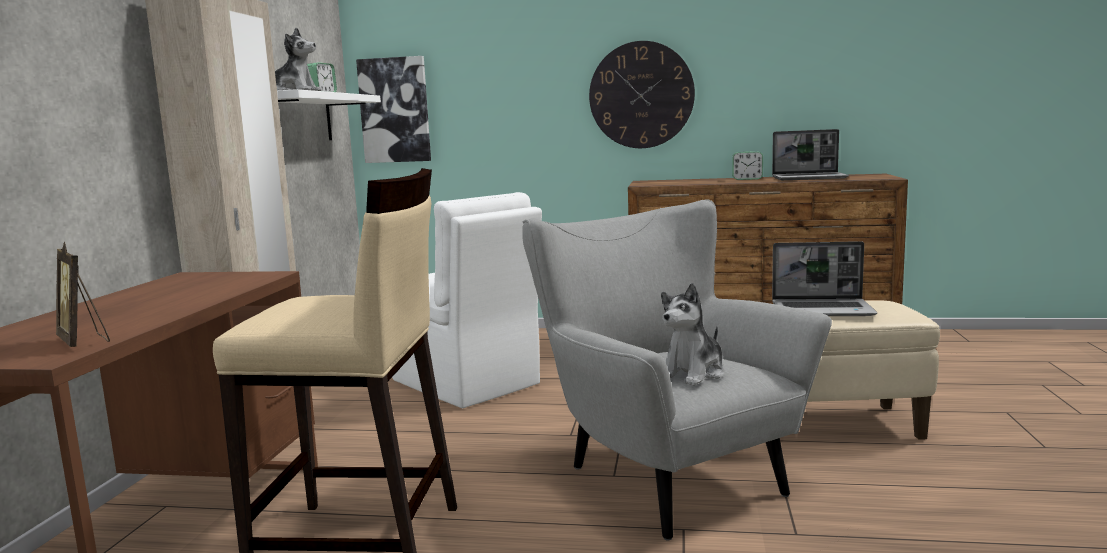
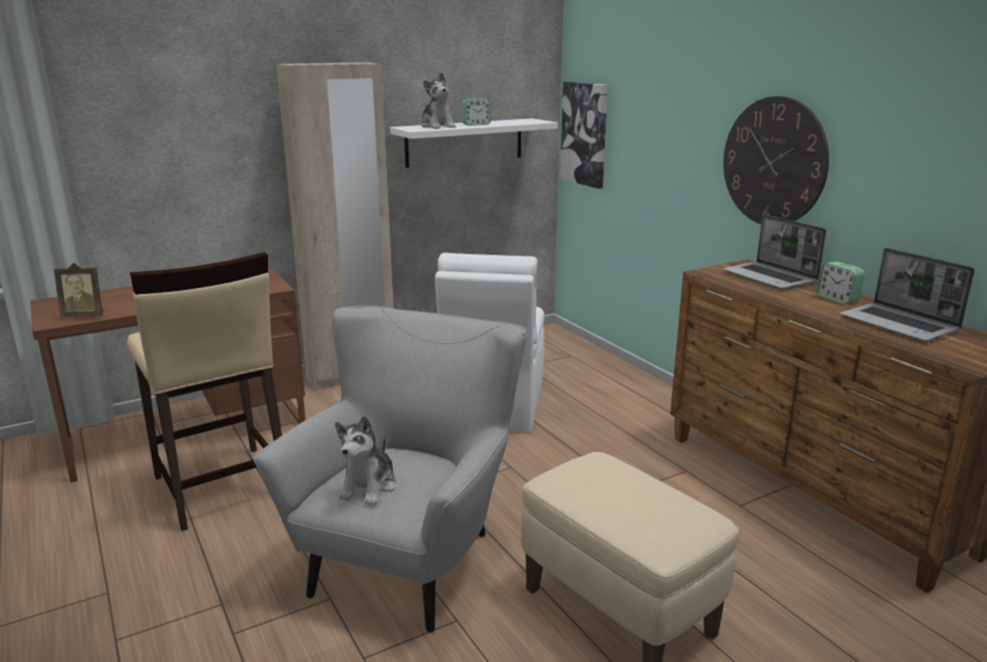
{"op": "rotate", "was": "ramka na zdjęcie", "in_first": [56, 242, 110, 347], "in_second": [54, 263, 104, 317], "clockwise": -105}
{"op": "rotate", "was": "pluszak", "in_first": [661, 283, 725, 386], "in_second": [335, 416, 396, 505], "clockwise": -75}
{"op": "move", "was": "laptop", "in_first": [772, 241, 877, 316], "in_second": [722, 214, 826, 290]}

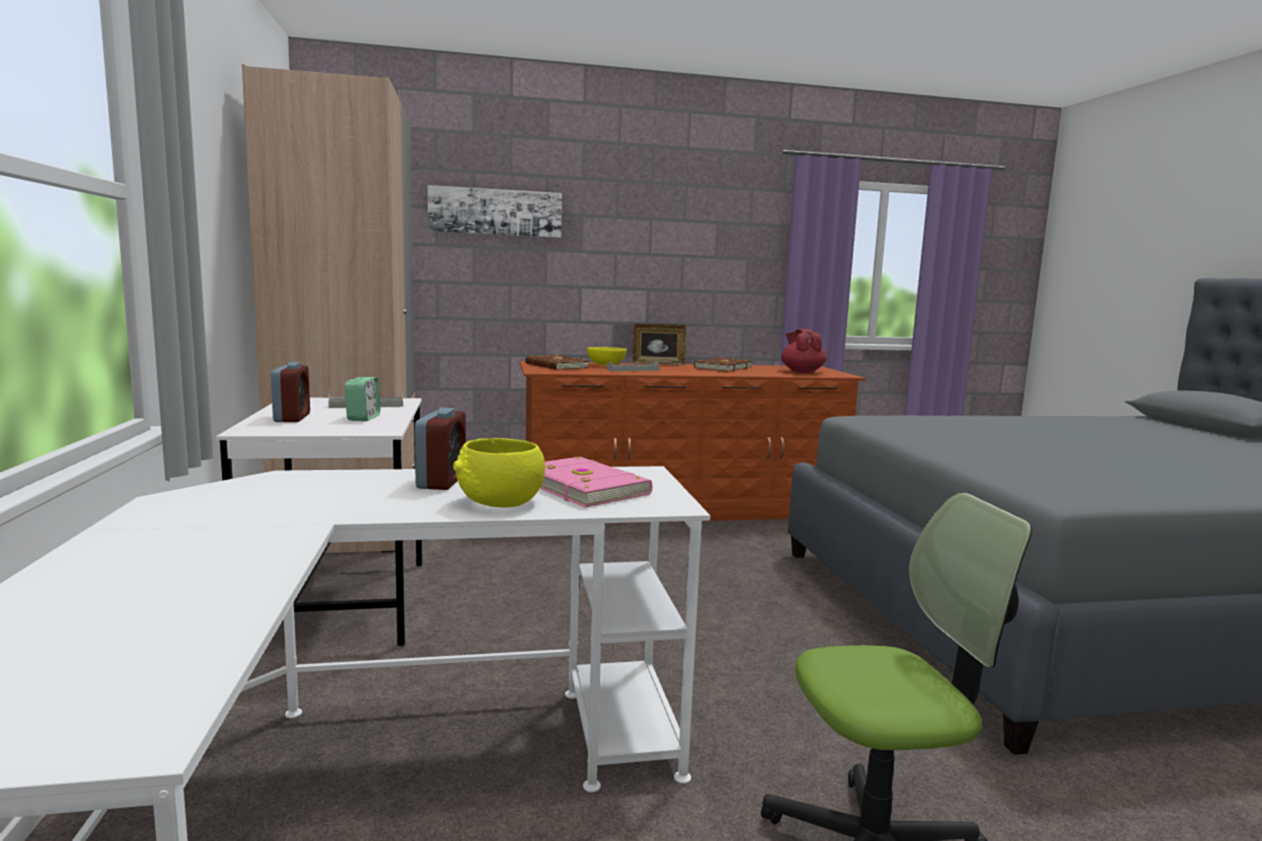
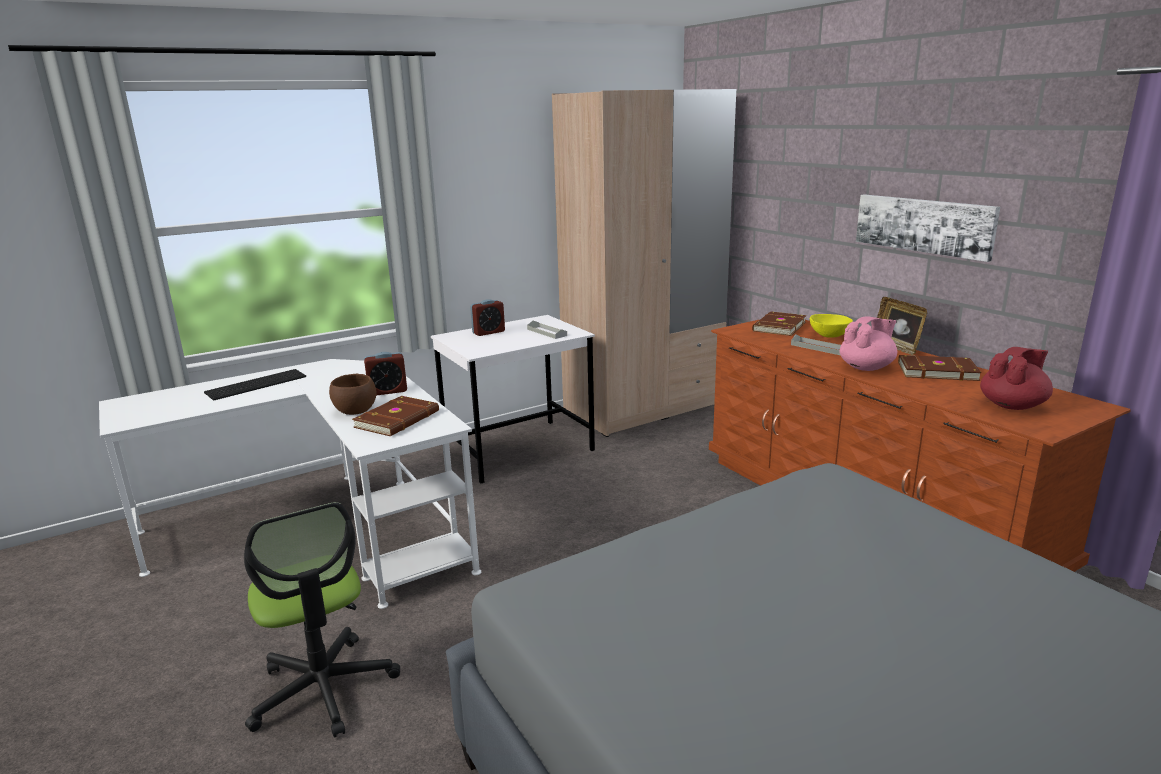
{"op": "delete", "was": "budzik", "in_first": [345, 377, 380, 421]}
{"op": "move", "was": "obraz", "in_first": [428, 185, 562, 238], "in_second": [856, 194, 1000, 262]}
{"op": "recolor", "was": "miska [żółty]", "now": "miska [brązowy]", "in_first": [453, 438, 545, 507], "in_second": [329, 374, 376, 415]}
{"op": "recolor", "was": "książka [różowy]", "now": "książka [brązowy]", "in_first": [540, 457, 652, 507], "in_second": [352, 396, 439, 436]}
{"op": "insert", "now": "klawiatura", "in_second": [204, 369, 306, 400]}
{"op": "insert", "now": "imbryk [różowy]", "in_second": [840, 316, 897, 371]}

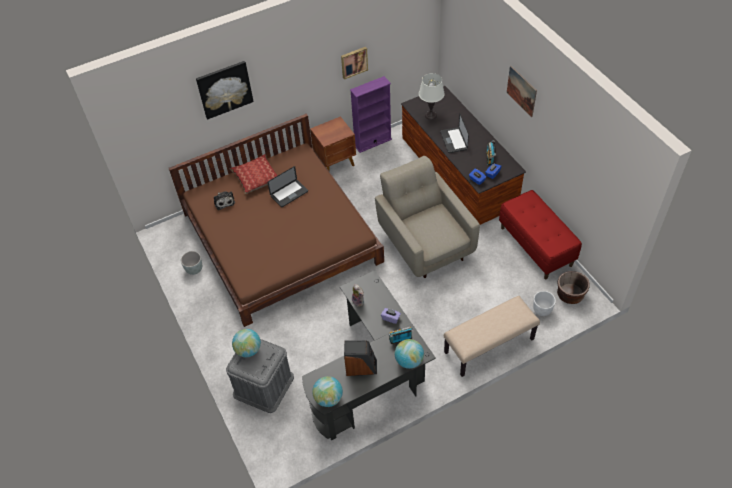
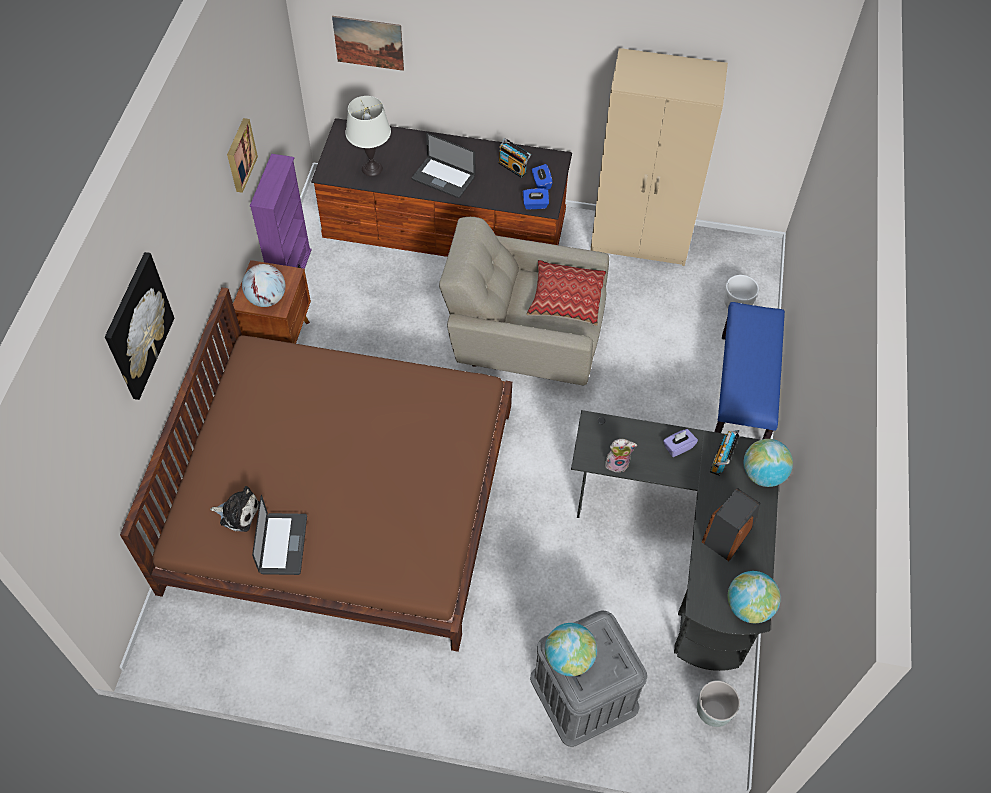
{"op": "move", "was": "donica [szary]", "in_first": [181, 251, 202, 275], "in_second": [697, 680, 740, 727]}
{"op": "move", "was": "poduszka", "in_first": [230, 154, 278, 194], "in_second": [526, 260, 606, 326]}
{"op": "move", "was": "laptop", "in_first": [267, 166, 308, 207], "in_second": [252, 495, 307, 575]}
{"op": "recolor", "was": "ławka [beżowy]", "now": "ławka [niebieski]", "in_first": [444, 296, 540, 377], "in_second": [714, 302, 785, 439]}
{"op": "replace", "was": "ławka [czerwony]", "now": "szafa [beżowy]", "in_first": [499, 190, 582, 280], "in_second": [591, 48, 728, 266]}
{"op": "move", "was": "obraz", "in_first": [507, 66, 537, 117], "in_second": [332, 16, 404, 71]}
{"op": "delete", "was": "donica [brązowy]", "in_first": [557, 271, 590, 304]}
{"op": "insert", "now": "globus", "in_second": [242, 264, 285, 307]}

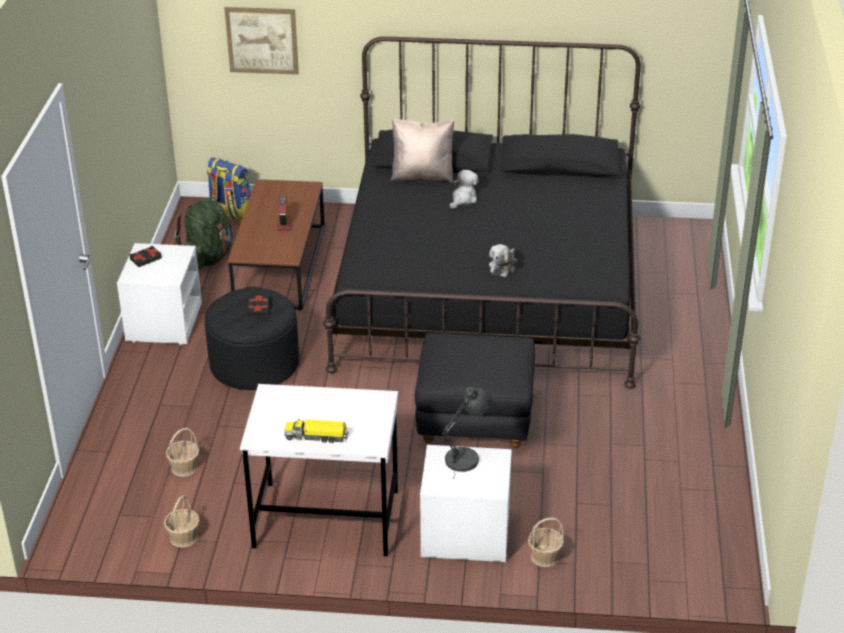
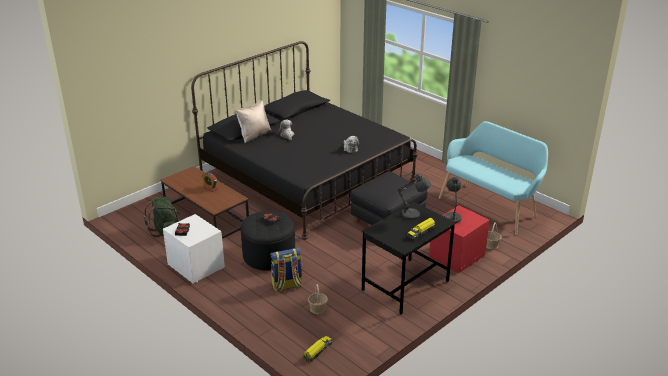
{"op": "delete", "was": "koszyk", "in_first": [164, 496, 200, 548]}
{"op": "move", "was": "plecak", "in_first": [207, 157, 251, 222], "in_second": [270, 248, 303, 291]}
{"op": "delete", "was": "obraz", "in_first": [224, 7, 299, 75]}
{"op": "recolor", "was": "biurko [biały]", "now": "biurko [czarny]", "in_first": [240, 384, 398, 556], "in_second": [362, 202, 456, 314]}
{"op": "recolor", "was": "szafka nocna [biały]", "now": "szafka nocna [czerwony]", "in_first": [420, 445, 512, 562], "in_second": [429, 205, 490, 273]}
{"op": "insert", "now": "ciężarówka zabawkowa", "in_second": [303, 336, 332, 362]}
{"op": "insert", "now": "lampa stołowa [szary]", "in_second": [397, 174, 431, 220]}
{"op": "insert", "now": "ławka [turkusowy]", "in_second": [439, 121, 548, 235]}

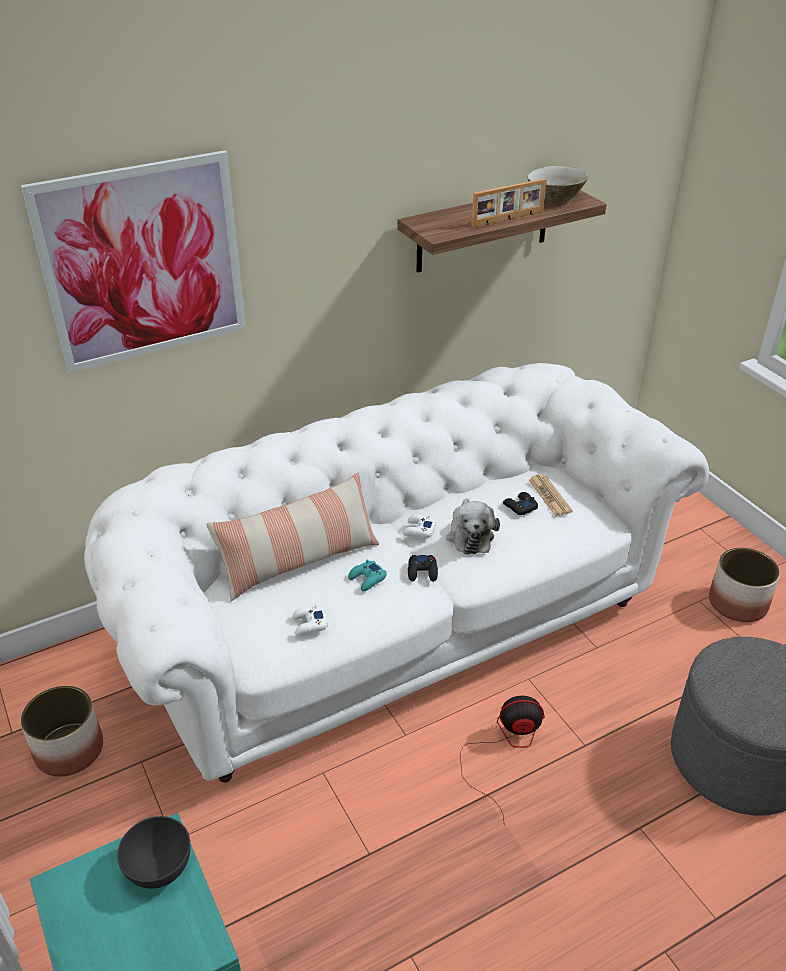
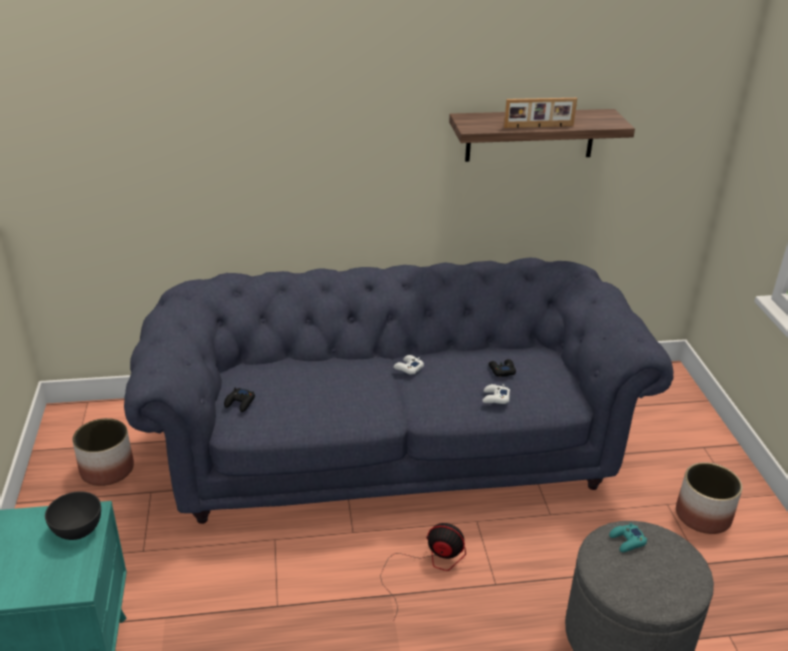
{"op": "delete", "was": "obraz", "in_first": [21, 150, 246, 373]}
{"op": "recolor", "was": "kanapa [biały]", "now": "kanapa [niebieski]", "in_first": [84, 363, 709, 783], "in_second": [124, 258, 673, 524]}
{"op": "delete", "was": "poduszka", "in_first": [206, 473, 379, 601]}
{"op": "move", "was": "pad do gier [biały]", "in_first": [292, 604, 328, 636], "in_second": [482, 384, 510, 404]}
{"op": "move", "was": "pad do gier [turkusowy]", "in_first": [348, 560, 387, 591], "in_second": [609, 523, 647, 552]}
{"op": "move", "was": "pad do gier [czarny]", "in_first": [408, 555, 438, 582], "in_second": [224, 388, 255, 412]}
{"op": "delete", "was": "pluszak", "in_first": [446, 499, 500, 554]}
{"op": "delete", "was": "miska [beżowy]", "in_first": [527, 166, 588, 203]}
{"op": "delete", "was": "gazeta", "in_first": [529, 474, 573, 517]}

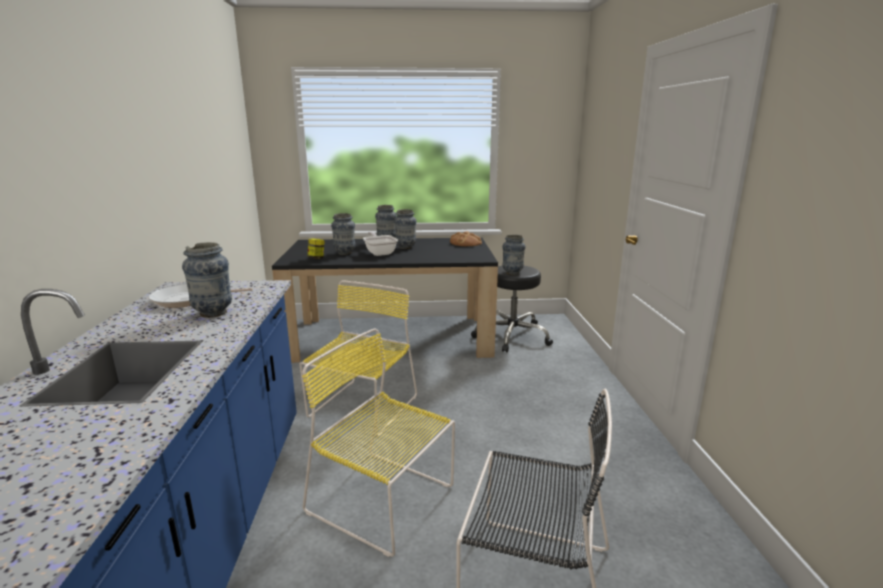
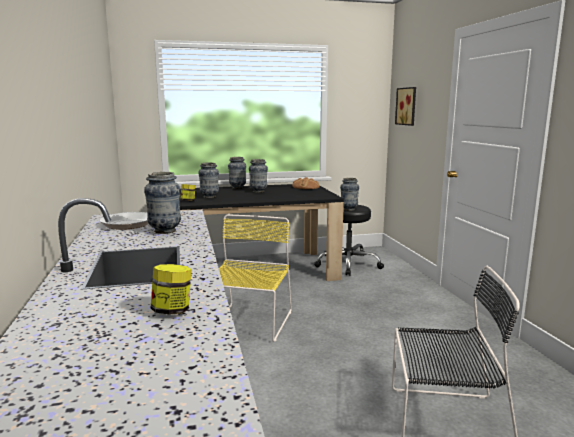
{"op": "delete", "was": "krzesło [żółty]", "in_first": [302, 328, 455, 557]}
{"op": "delete", "was": "patelnia", "in_first": [363, 231, 398, 256]}
{"op": "insert", "now": "słoik", "in_second": [151, 264, 192, 315]}
{"op": "insert", "now": "obraz", "in_second": [395, 87, 416, 126]}

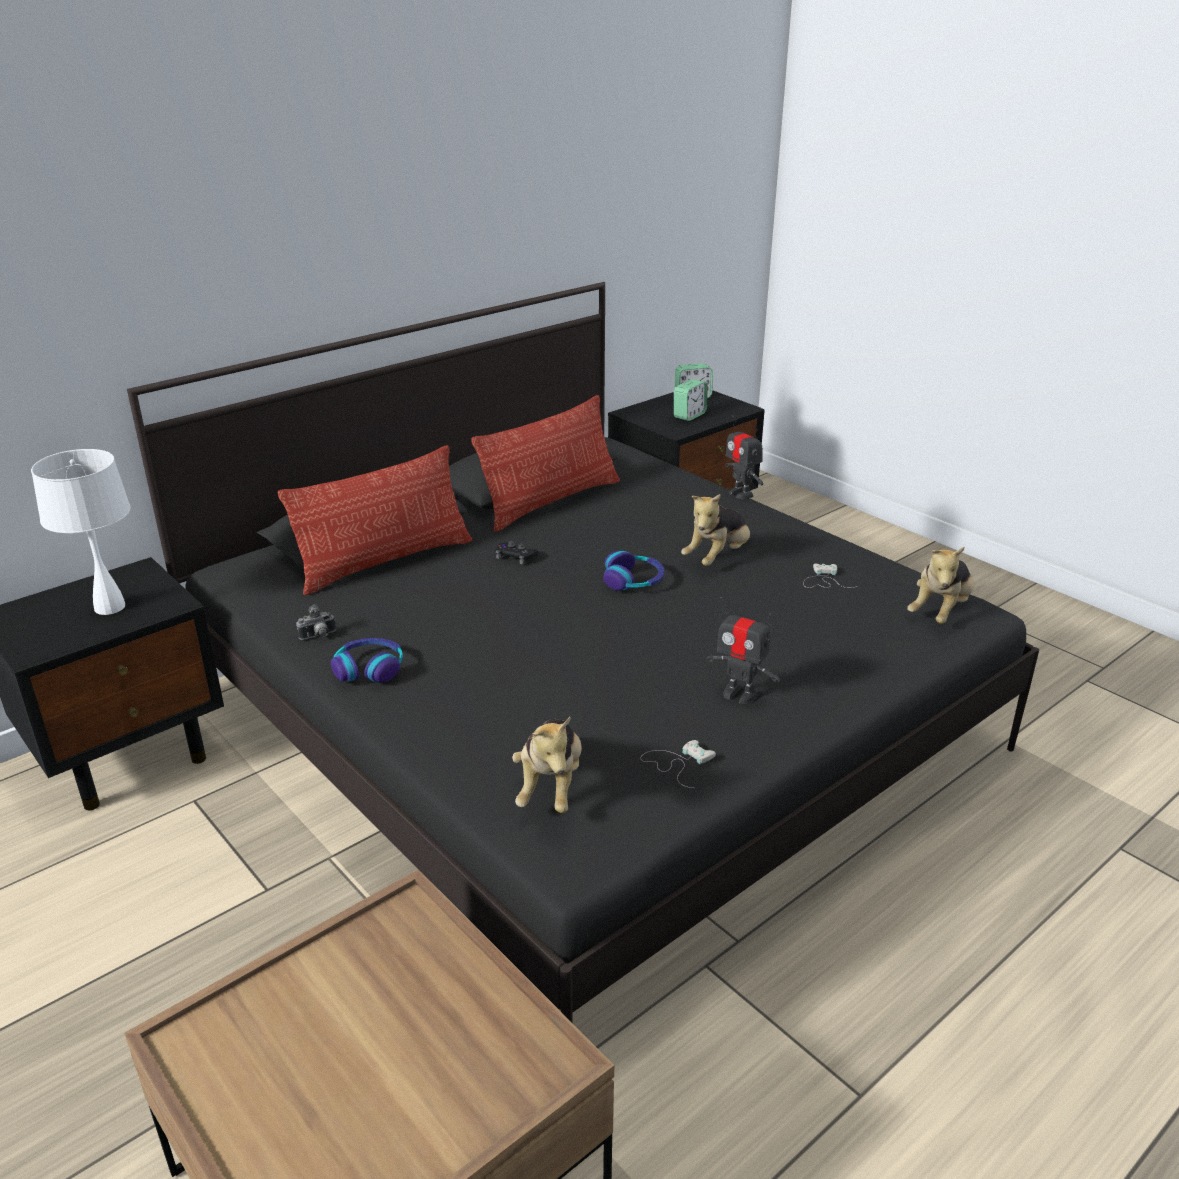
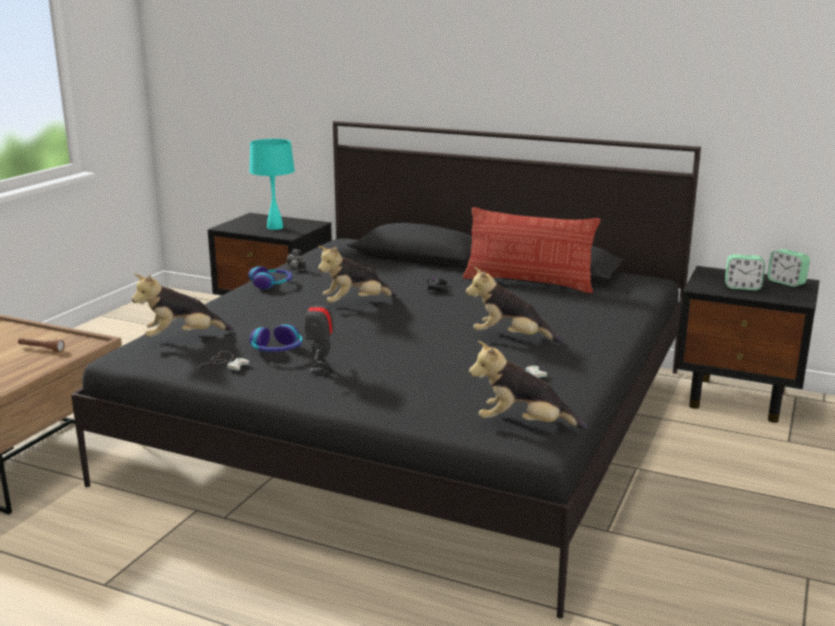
{"op": "recolor", "was": "lampa stołowa [biały]", "now": "lampa stołowa [turkusowy]", "in_first": [31, 449, 131, 615], "in_second": [249, 139, 295, 230]}
{"op": "delete", "was": "poduszka", "in_first": [278, 445, 472, 595]}
{"op": "move", "was": "słuchawki", "in_first": [603, 551, 664, 591], "in_second": [249, 324, 302, 352]}
{"op": "delete", "was": "robot zabawkowy", "in_first": [725, 415, 763, 499]}
{"op": "insert", "now": "latarka [brązowy]", "in_second": [18, 338, 65, 352]}
{"op": "insert", "now": "pluszak", "in_second": [318, 245, 396, 303]}

